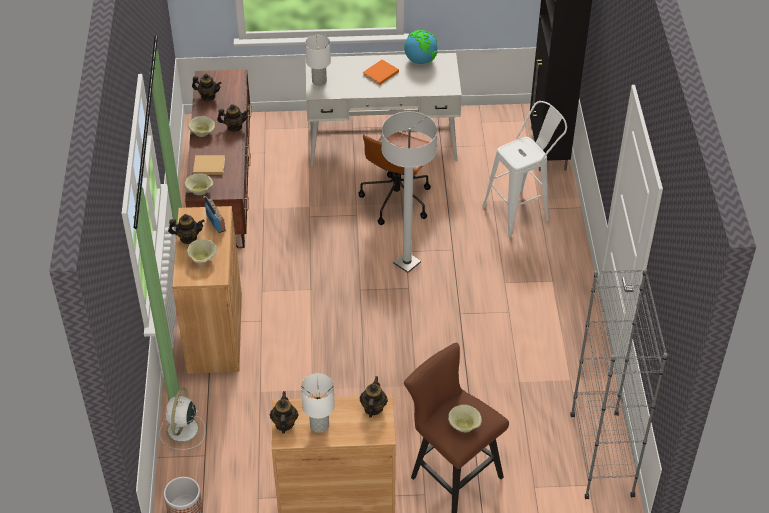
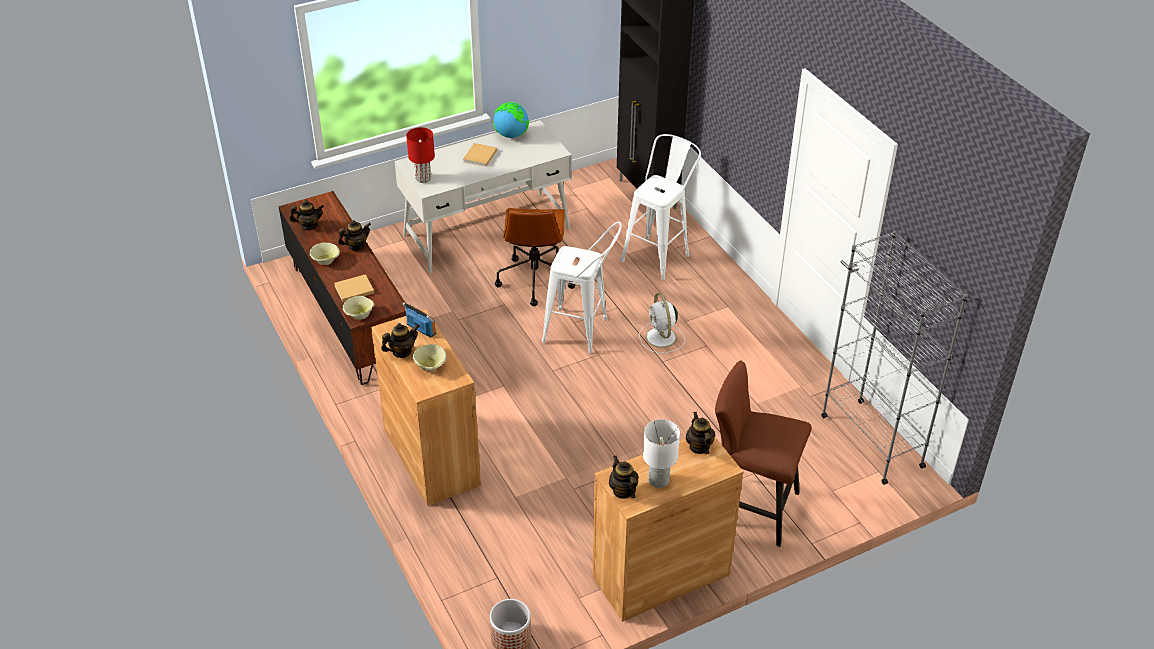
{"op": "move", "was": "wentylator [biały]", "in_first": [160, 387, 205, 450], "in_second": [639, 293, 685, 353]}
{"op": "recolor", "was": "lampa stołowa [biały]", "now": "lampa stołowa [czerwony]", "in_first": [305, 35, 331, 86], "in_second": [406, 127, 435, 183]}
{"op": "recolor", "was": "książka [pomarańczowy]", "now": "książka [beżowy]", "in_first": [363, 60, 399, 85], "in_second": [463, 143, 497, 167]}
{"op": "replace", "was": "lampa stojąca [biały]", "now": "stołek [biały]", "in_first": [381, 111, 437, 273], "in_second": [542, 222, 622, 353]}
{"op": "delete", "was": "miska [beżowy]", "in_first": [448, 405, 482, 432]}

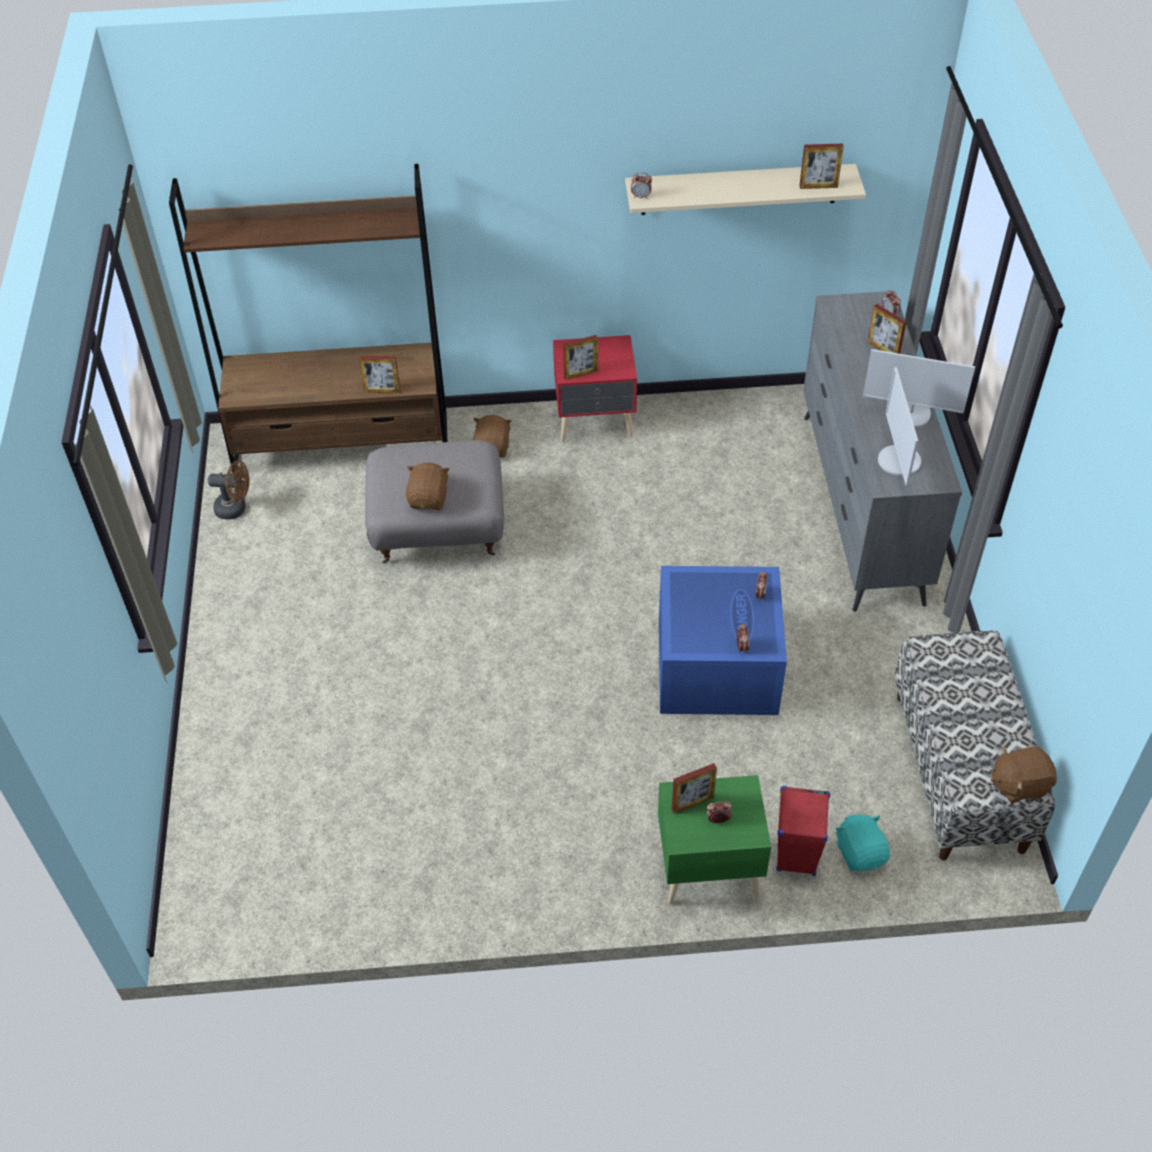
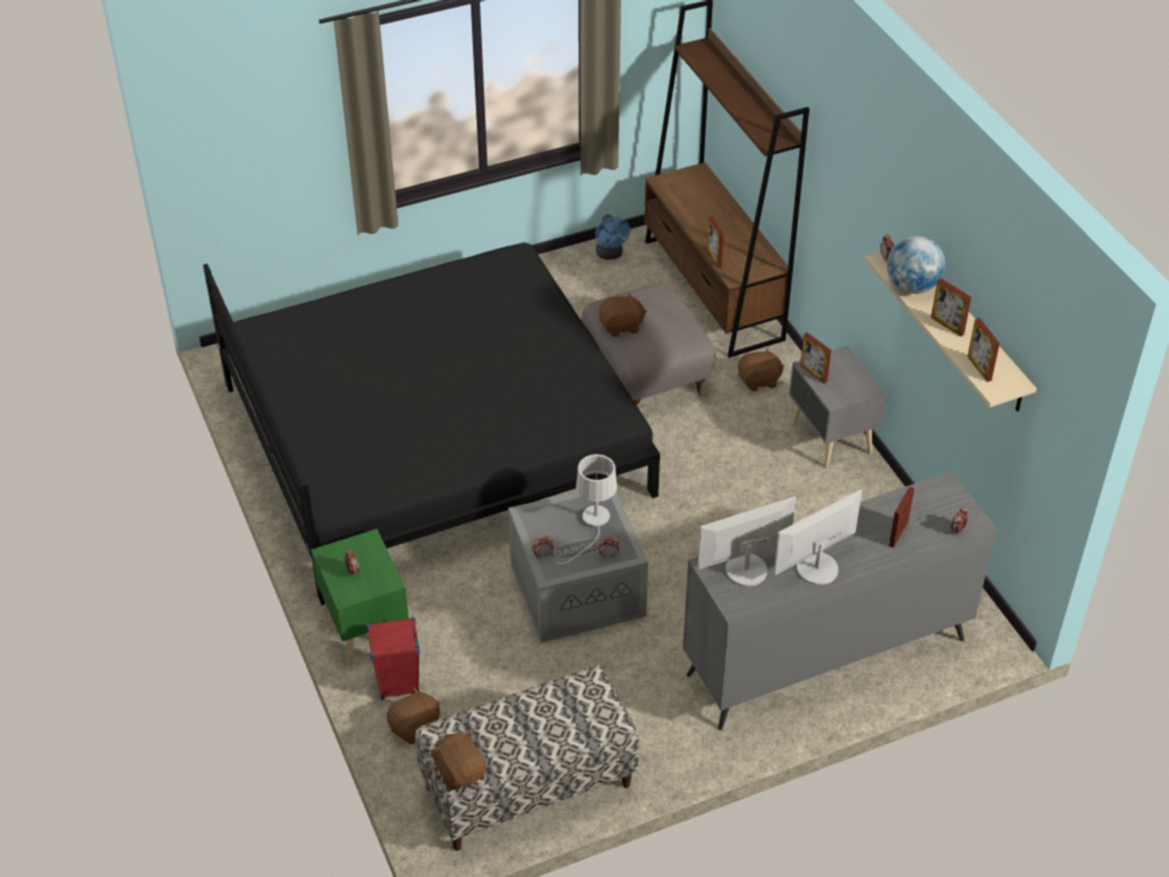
{"op": "recolor", "was": "wentylator [brązowy]", "now": "wentylator [niebieski]", "in_first": [208, 461, 249, 520], "in_second": [595, 214, 630, 260]}
{"op": "recolor", "was": "szafka nocna [czerwony]", "now": "szafka nocna [szary]", "in_first": [553, 335, 637, 442], "in_second": [789, 346, 886, 468]}
{"op": "recolor", "was": "pojemnik do przechowywania [niebieski]", "now": "pojemnik do przechowywania [szary]", "in_first": [659, 566, 787, 715], "in_second": [508, 492, 648, 643]}
{"op": "move", "was": "ramka na zdjęcie", "in_first": [672, 763, 717, 814], "in_second": [931, 278, 972, 337]}
{"op": "recolor", "was": "pluszak [turkusowy]", "now": "pluszak [brązowy]", "in_first": [836, 814, 890, 871], "in_second": [387, 687, 440, 744]}
{"op": "rotate", "was": "monitor", "in_first": [863, 349, 975, 428], "in_second": [773, 489, 862, 585], "clockwise": 60}
{"op": "insert", "now": "łóżko [czarny]", "in_second": [203, 243, 660, 605]}
{"op": "insert", "now": "lampa stołowa [biały]", "in_second": [557, 454, 617, 564]}
{"op": "insert", "now": "globus", "in_second": [887, 236, 945, 294]}

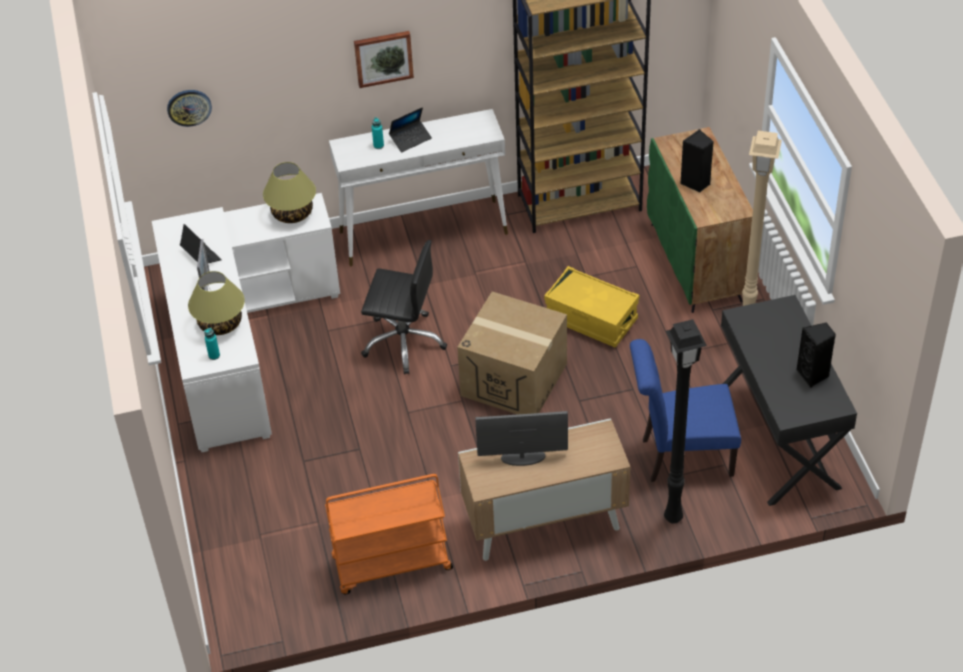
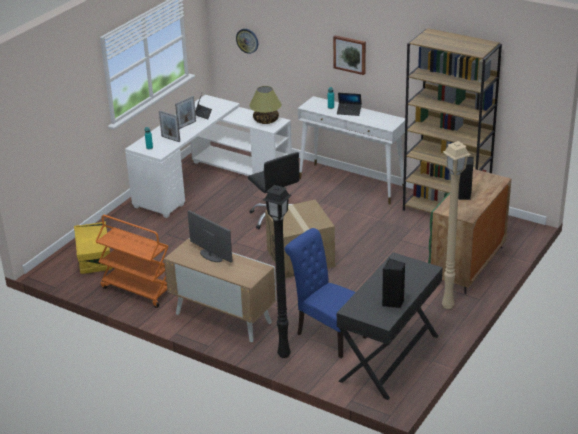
{"op": "replace", "was": "lampa stołowa", "now": "ramka na zdjęcie", "in_first": [188, 271, 245, 335], "in_second": [159, 110, 180, 142]}
{"op": "move", "was": "pojemnik do przechowywania [żółty]", "in_first": [544, 266, 639, 348], "in_second": [74, 221, 112, 274]}

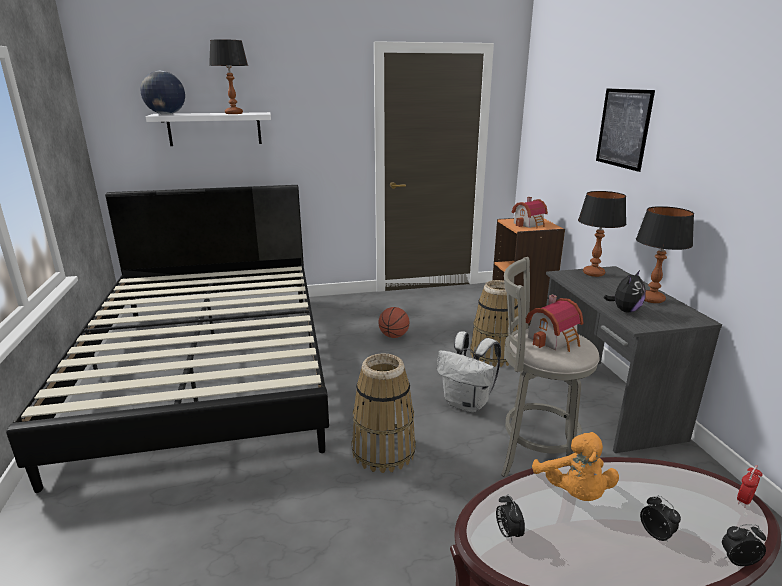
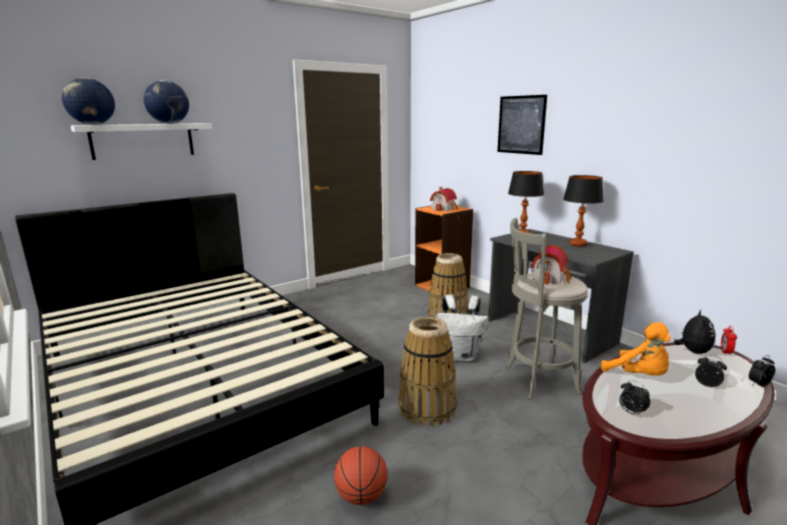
{"op": "replace", "was": "lampa stołowa", "now": "globus", "in_first": [209, 39, 248, 114], "in_second": [144, 80, 189, 124]}
{"op": "move", "was": "piłka do koszykówki", "in_first": [378, 307, 410, 338], "in_second": [334, 446, 388, 505]}
{"op": "move", "was": "pluszak", "in_first": [604, 270, 646, 313], "in_second": [674, 310, 715, 354]}

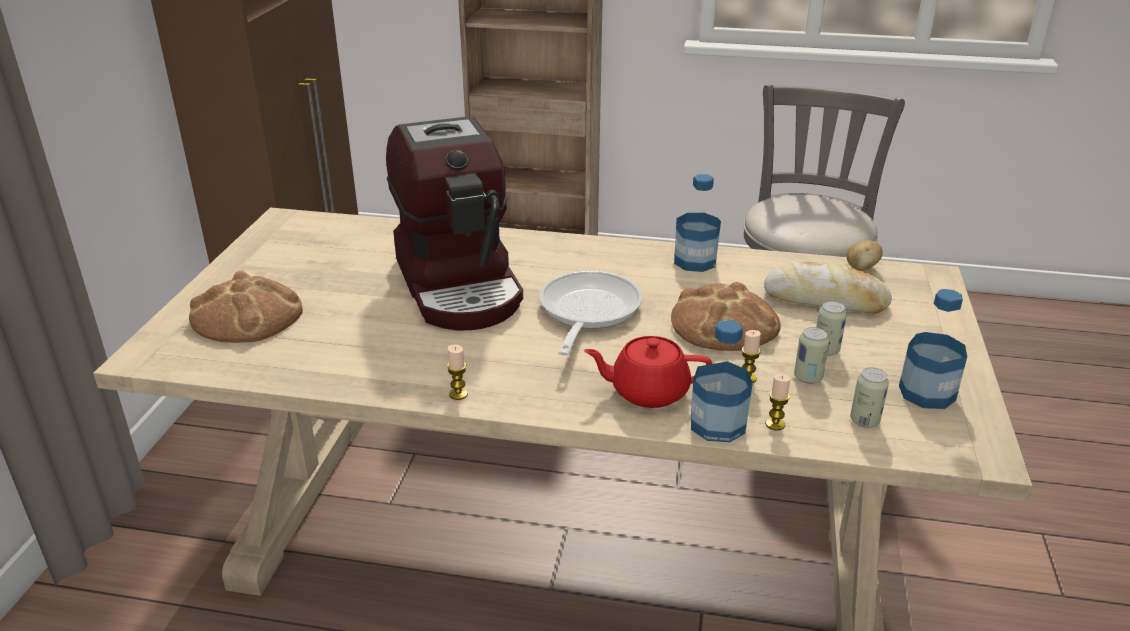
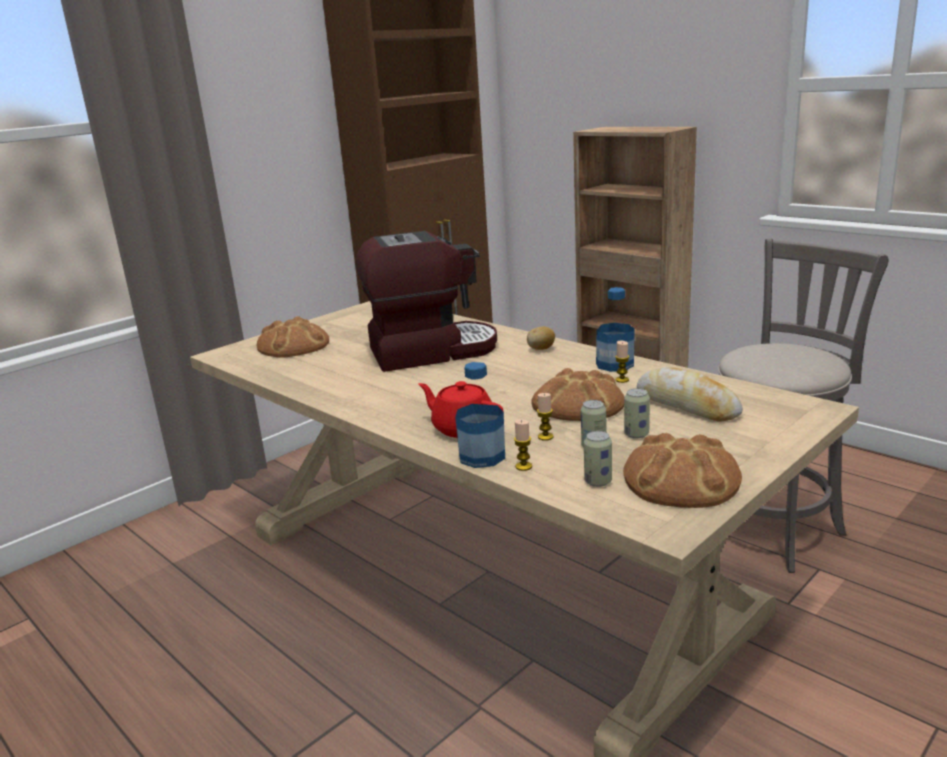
{"op": "rotate", "was": "ekspres do kawy", "in_first": [386, 116, 523, 330], "in_second": [356, 231, 497, 372], "clockwise": -120}
{"op": "move", "was": "świeca", "in_first": [447, 345, 468, 400], "in_second": [615, 341, 629, 383]}
{"op": "delete", "was": "patelnia", "in_first": [539, 270, 643, 356]}
{"op": "move", "was": "ziemniak", "in_first": [846, 240, 883, 271], "in_second": [527, 327, 555, 350]}
{"op": "replace", "was": "butelka", "now": "chleb", "in_first": [899, 289, 967, 409], "in_second": [623, 432, 742, 508]}

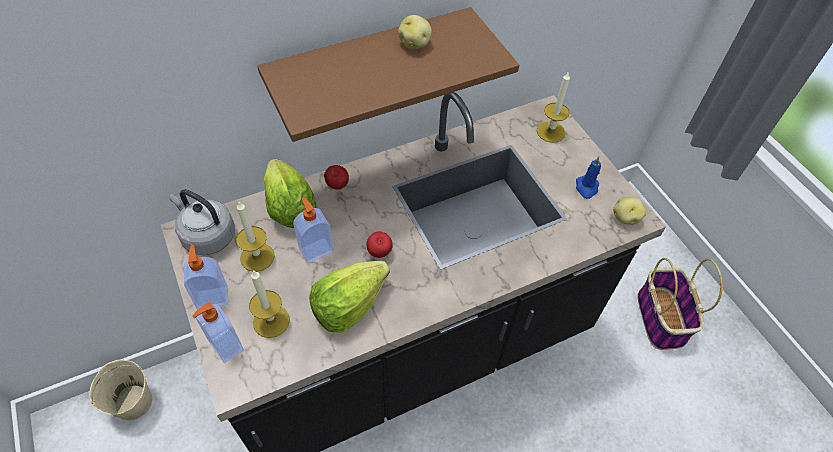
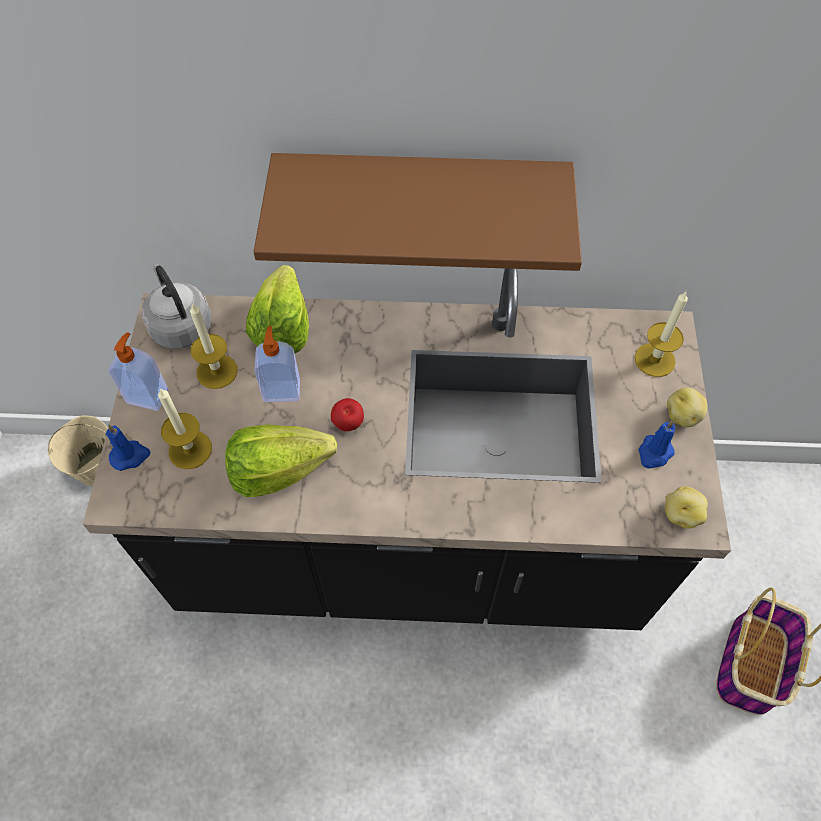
{"op": "replace", "was": "dozownik mydła", "now": "świeca [niebieski]", "in_first": [193, 302, 244, 363], "in_second": [106, 424, 151, 471]}
{"op": "delete", "was": "jabłko", "in_first": [324, 165, 349, 190]}
{"op": "move", "was": "ziemniak", "in_first": [398, 15, 432, 49], "in_second": [667, 388, 707, 427]}

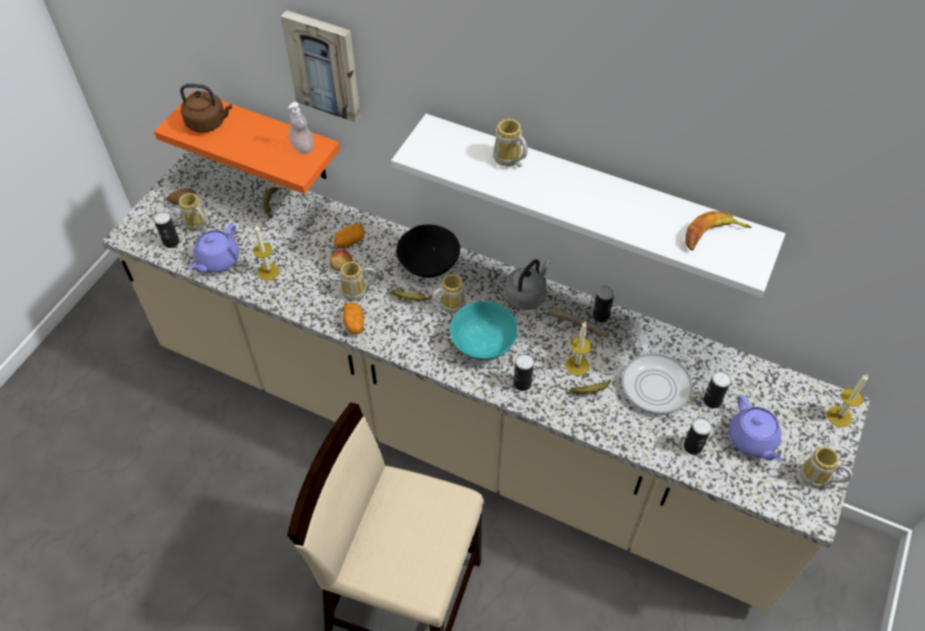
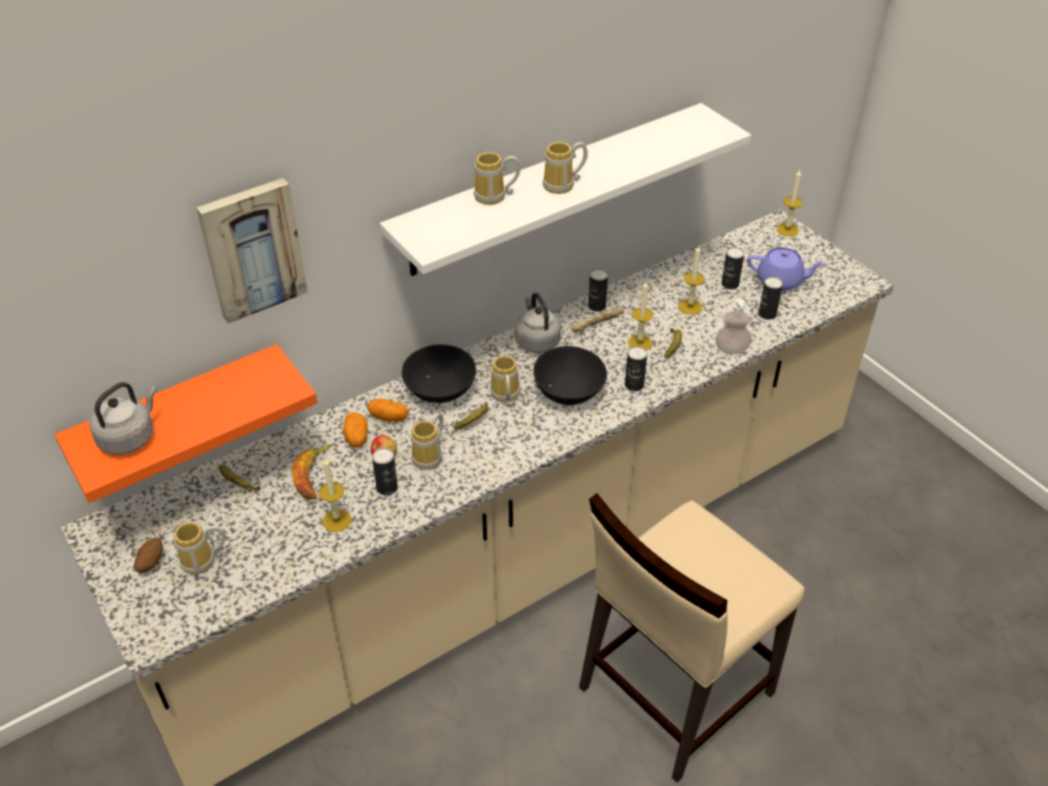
{"op": "move", "was": "puszka", "in_first": [154, 211, 180, 248], "in_second": [372, 448, 398, 495]}
{"op": "recolor", "was": "czajnik [brązowy]", "now": "czajnik [szary]", "in_first": [180, 84, 232, 132], "in_second": [89, 382, 157, 455]}
{"op": "delete", "was": "imbryk [fioletowy]", "in_first": [188, 224, 239, 273]}
{"op": "move", "was": "dozownik mydła", "in_first": [288, 102, 314, 154], "in_second": [715, 298, 752, 354]}
{"op": "move", "was": "ziemniak", "in_first": [343, 303, 364, 335], "in_second": [367, 399, 409, 422]}
{"op": "recolor", "was": "miska [turkusowy]", "now": "miska [czarny]", "in_first": [450, 301, 518, 360], "in_second": [533, 346, 607, 405]}
{"op": "replace", "was": "patelnia", "now": "świeca", "in_first": [622, 322, 693, 415], "in_second": [679, 246, 704, 315]}
{"op": "move", "was": "banan", "in_first": [685, 211, 752, 250], "in_second": [292, 444, 333, 499]}
{"op": "move", "was": "kubek", "in_first": [800, 446, 852, 488], "in_second": [543, 142, 588, 194]}

